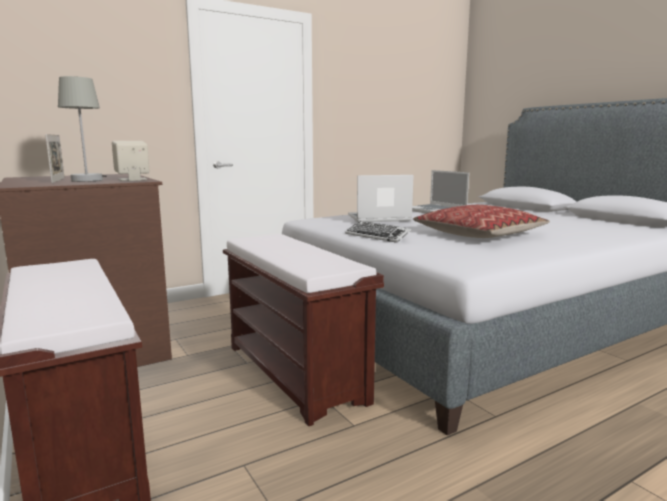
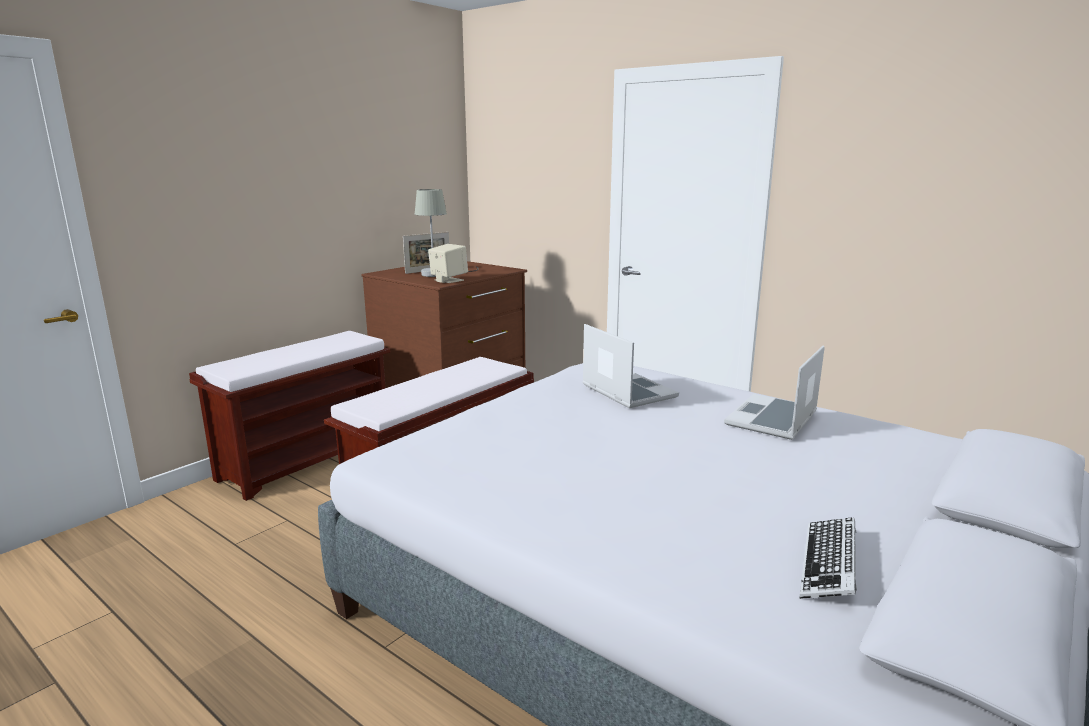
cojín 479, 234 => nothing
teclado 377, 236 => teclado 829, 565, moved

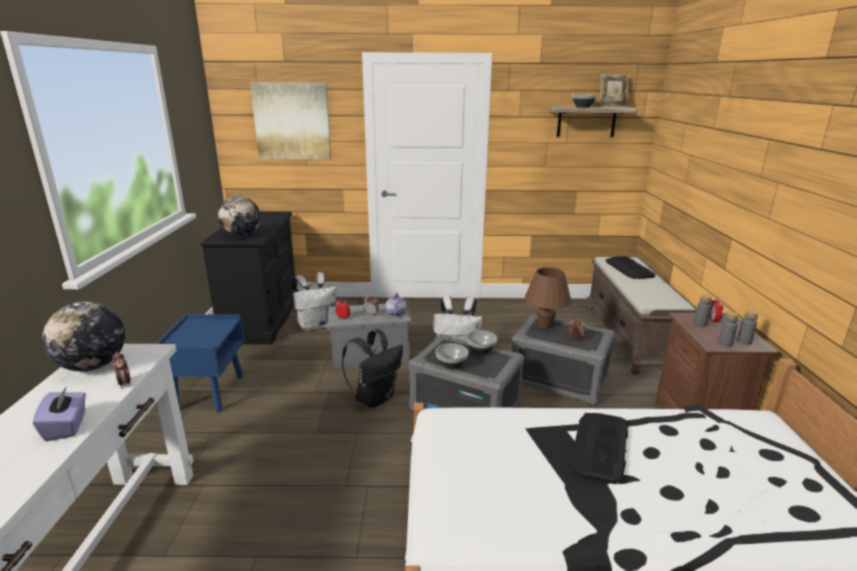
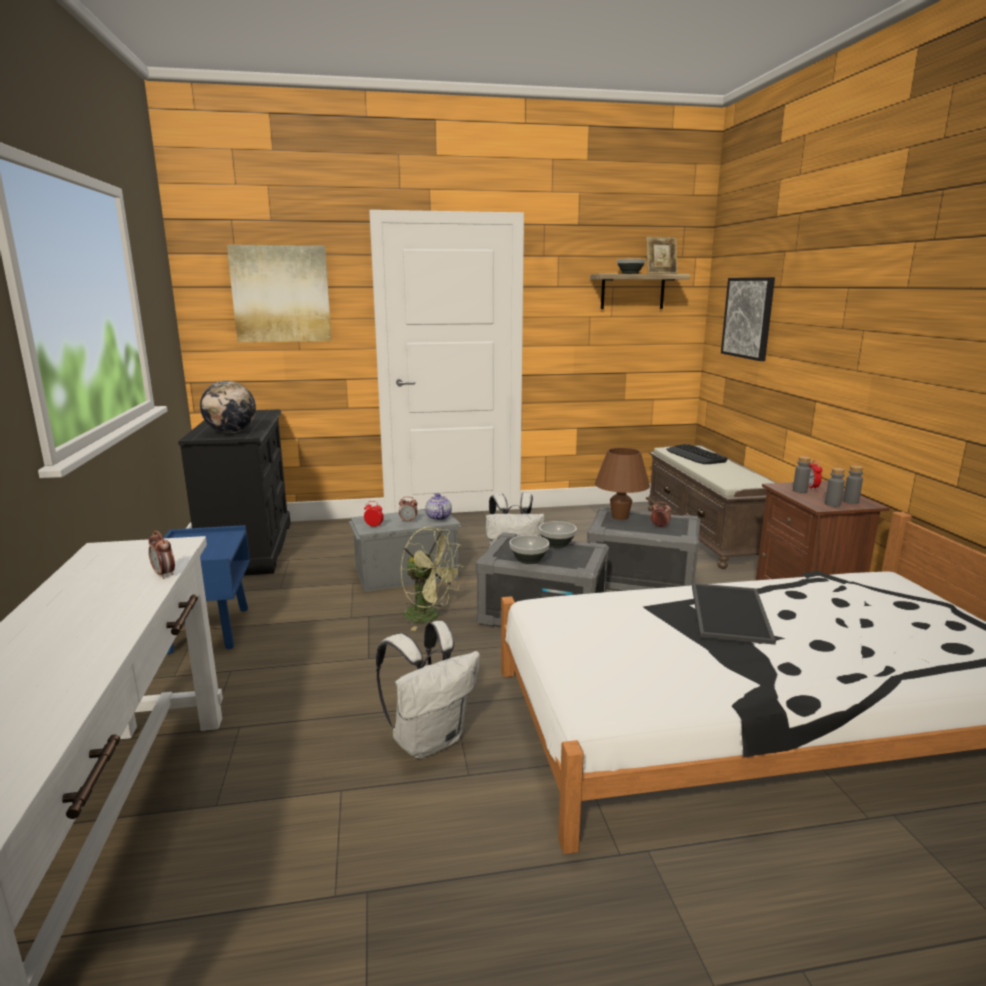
mochila [blanco] 315, 325 => mochila [blanco] 429, 739, moved
globo terráqueo 93, 366 => nothing
mochila [negro] 375, 398 => ventilador [verde] 429, 616
caja de pañuelos [morado] 66, 426 => nothing
teclado 600, 446 => bandeja 732, 613
nothing => cuadro 748, 318

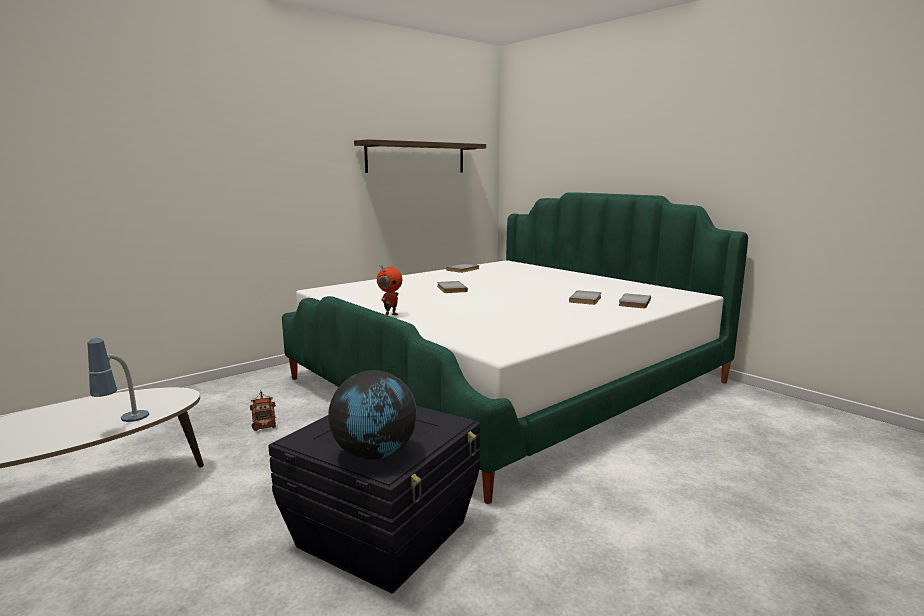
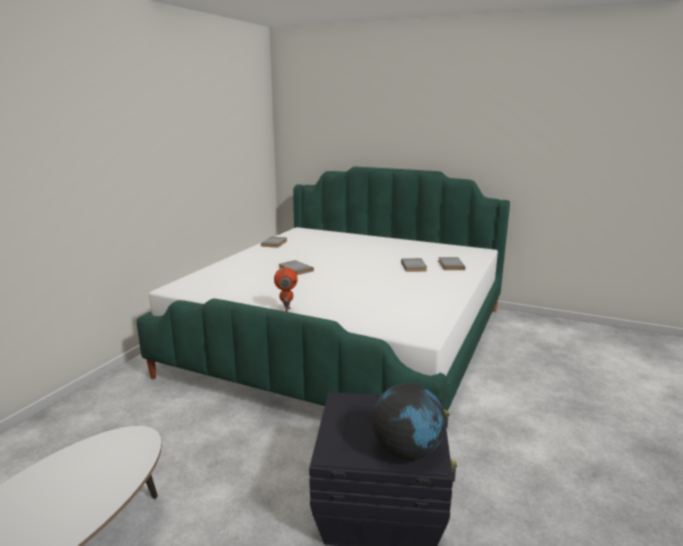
estante 416, 157 => nothing
lámpara de mesa 123, 424 => nothing
camión de juguete 264, 420 => nothing

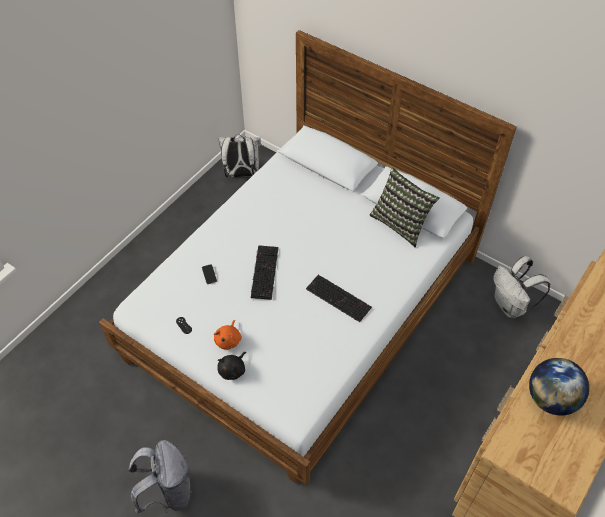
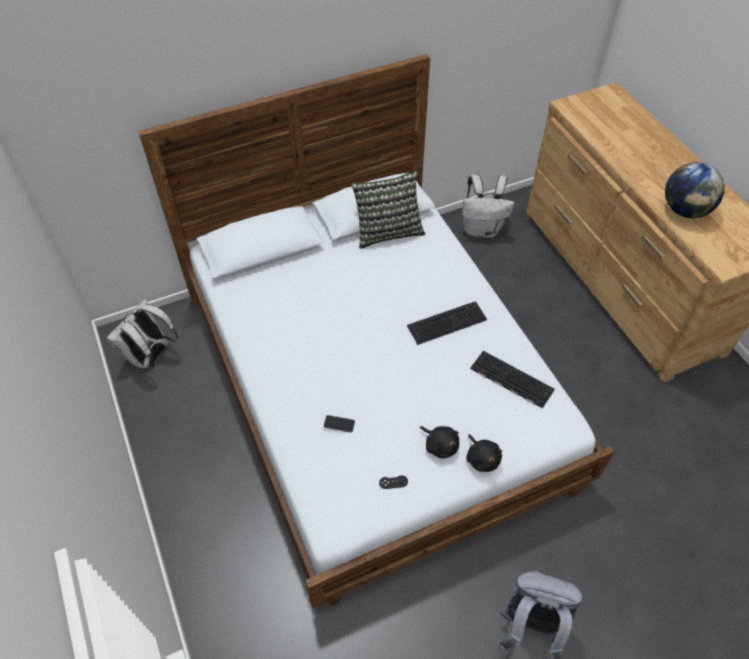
teclado 264, 271 => teclado 510, 379, moved
peluche [naranja] 228, 340 => peluche [negro] 440, 445

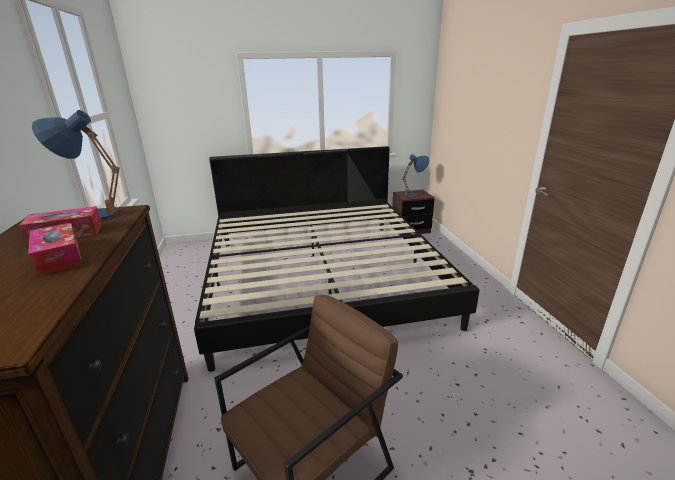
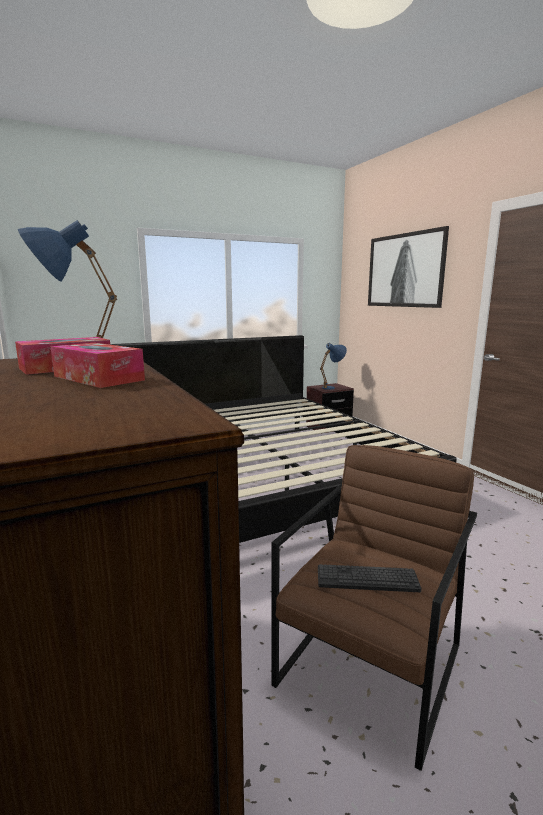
nothing => cuadro 404, 270
nothing => teclado 367, 579

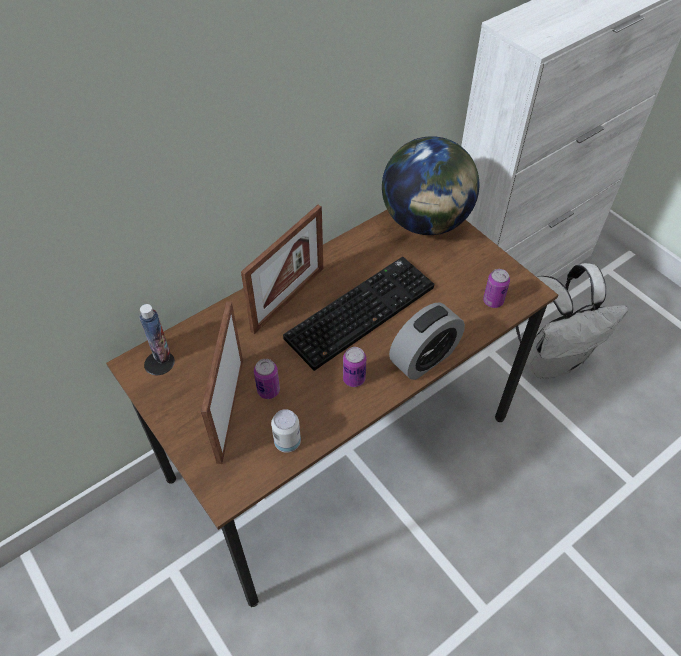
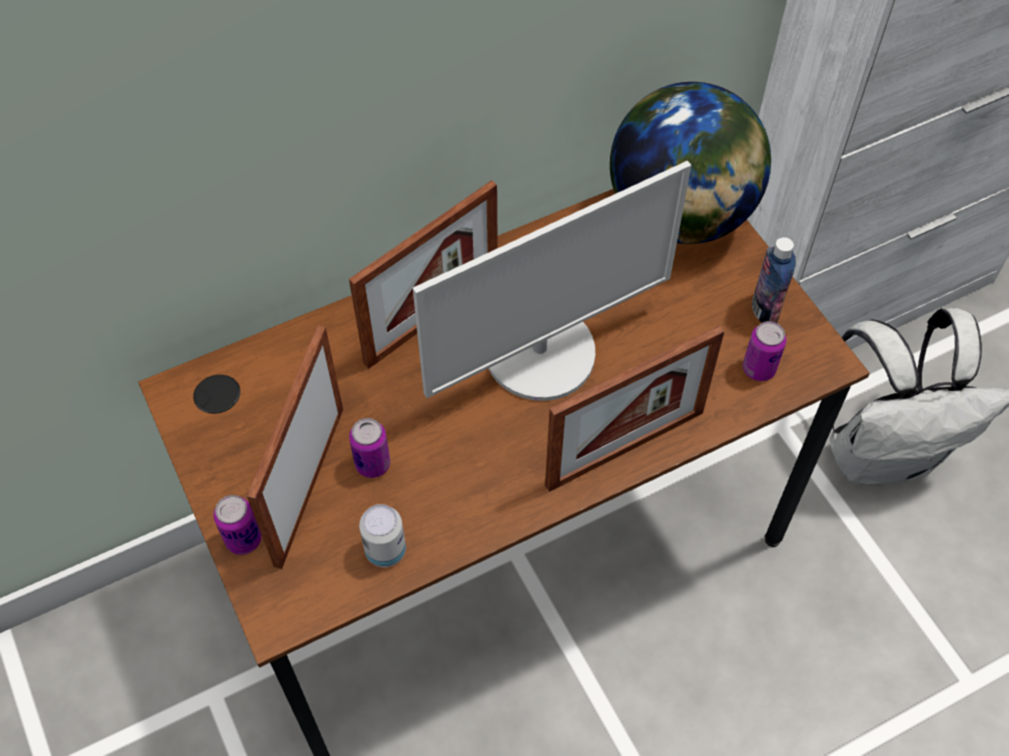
teclado 360, 310 => monitor 541, 353
despertador 424, 358 => portarretratos 625, 449
botella 161, 352 => botella 765, 310, moved
lata 354, 379 => lata 243, 539, moved

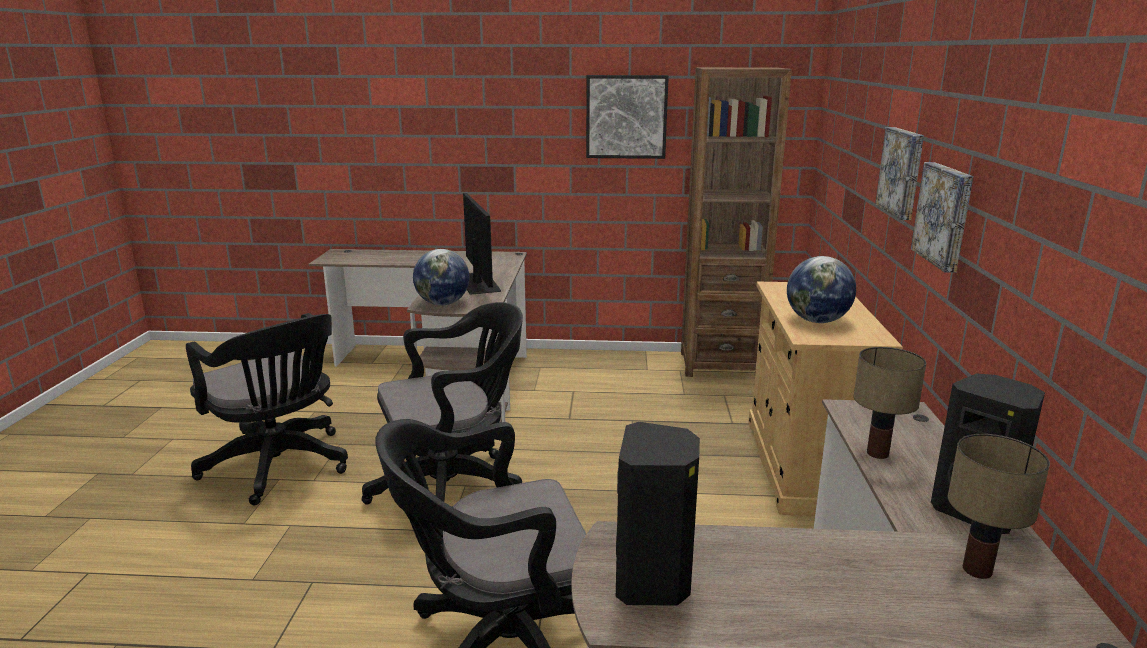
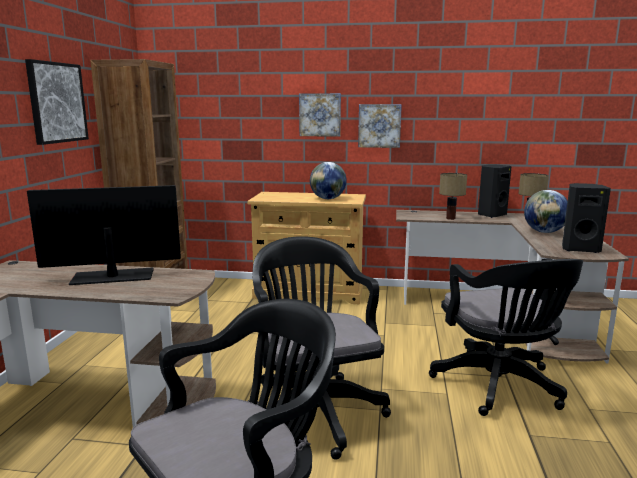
globo terráqueo 442, 304 => globo terráqueo 544, 232, moved

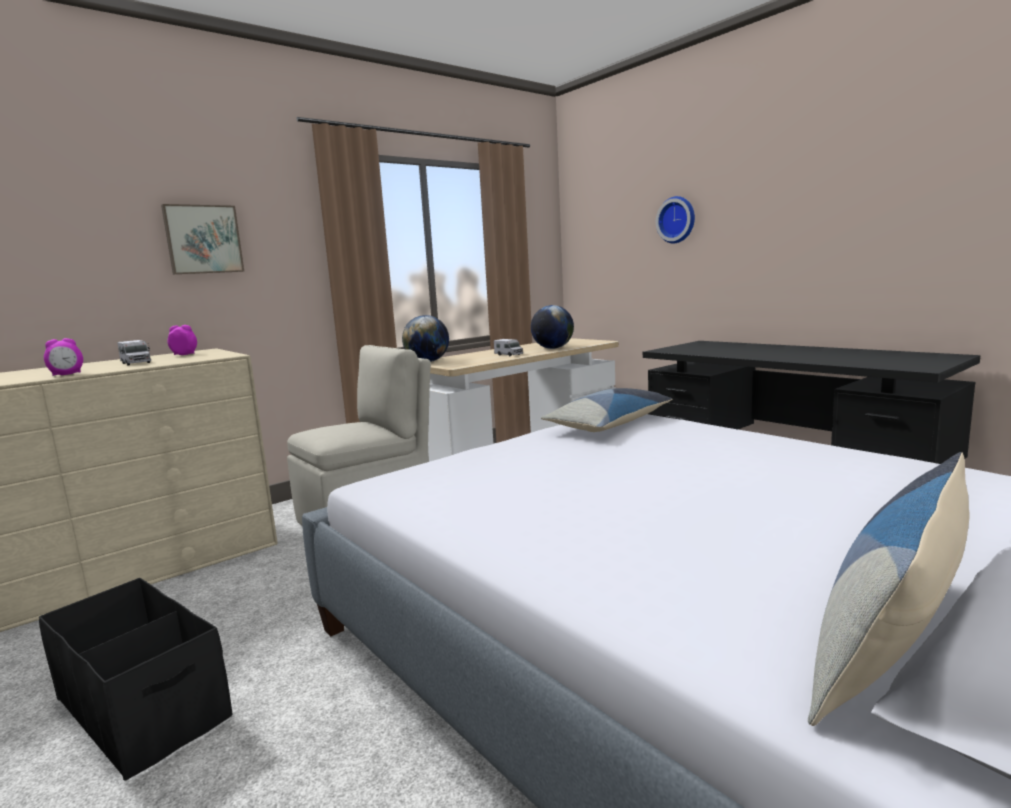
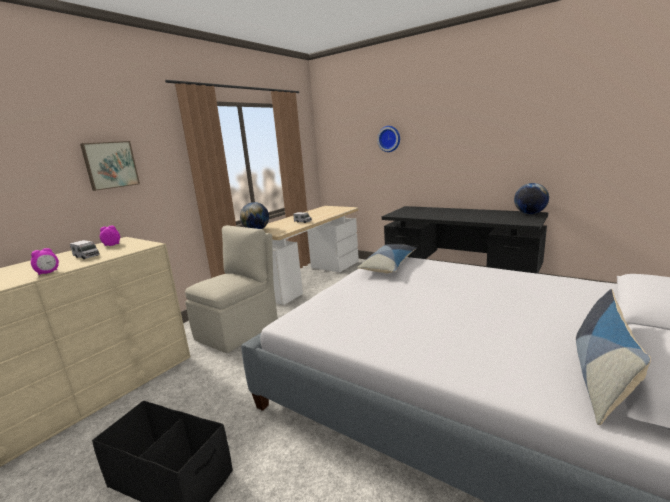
globo terráqueo 553, 348 => globo terráqueo 530, 213, moved

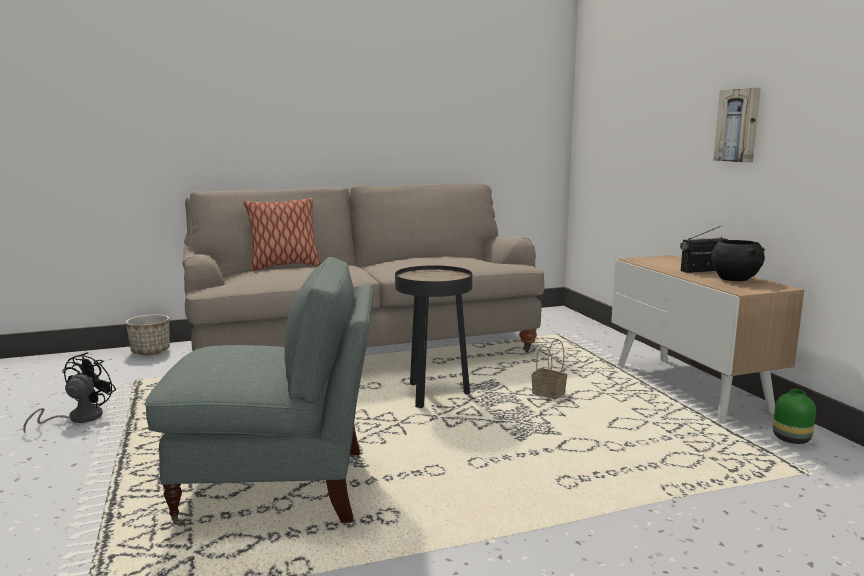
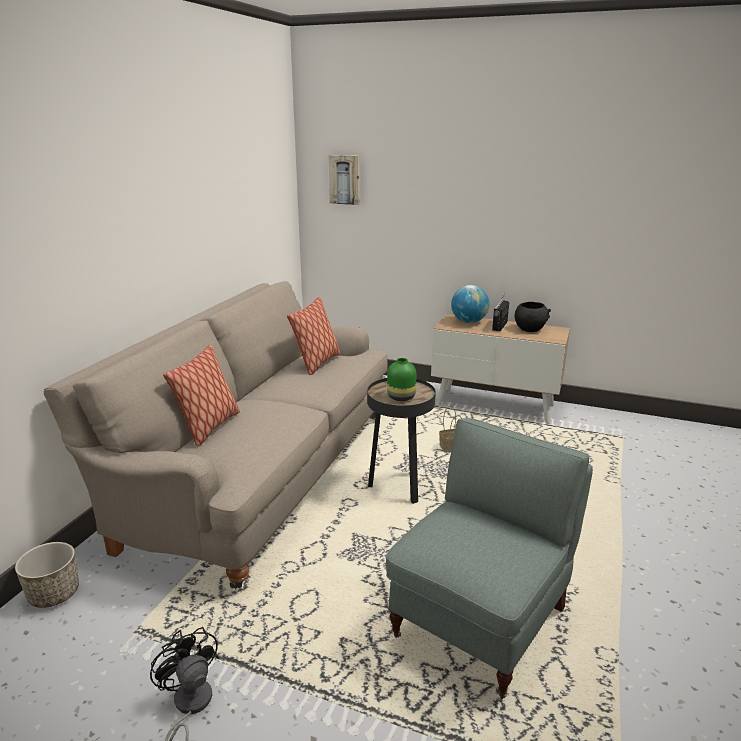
cuadro 738, 125 => cuadro 345, 179, moved
florero [verde] 792, 439 => florero [verde] 402, 397, moved
nothing => globo terráqueo 468, 322
nothing => cojín 317, 363

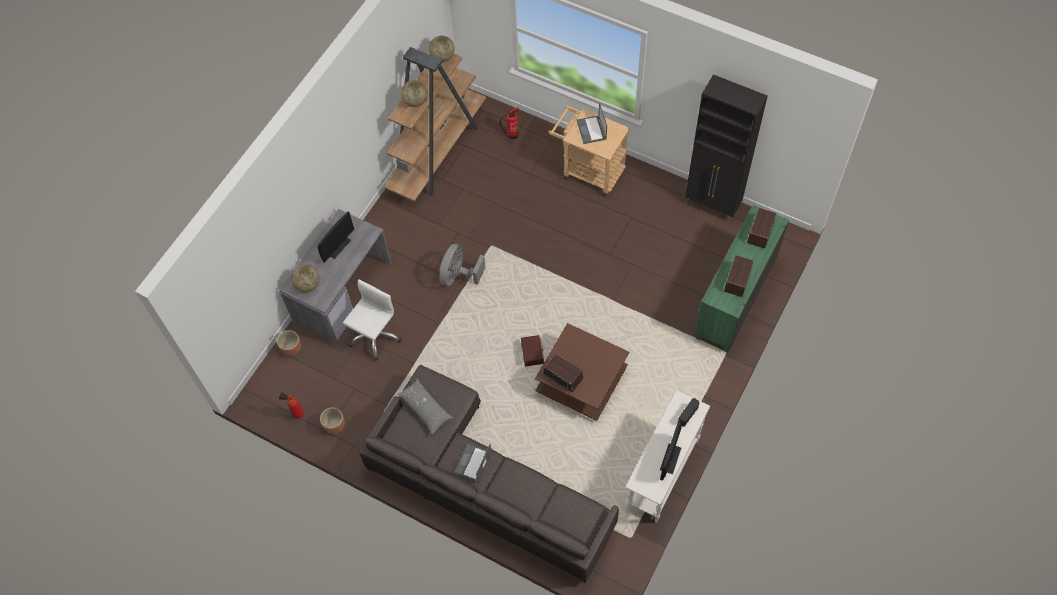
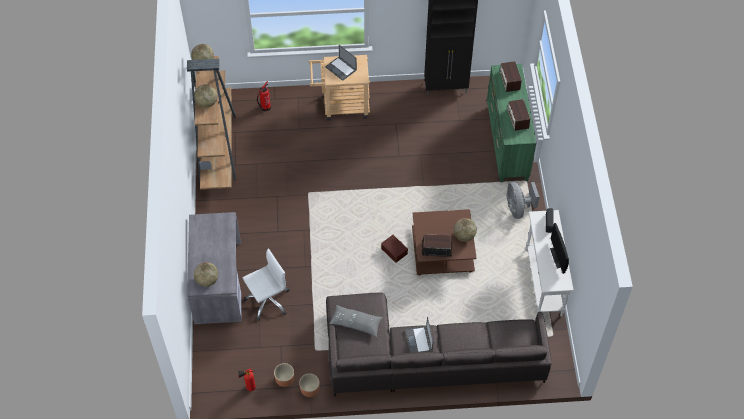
monitor 338, 246 => nothing
ventilador [gris] 458, 276 => ventilador [gris] 518, 208, moved
silla de oficina [blanco] 375, 336 => silla de oficina [blanco] 267, 300, 60 degrees clockwise
maceta [marrón] 291, 348 => maceta [marrón] 310, 390, moved
nothing => globo terráqueo 464, 236

